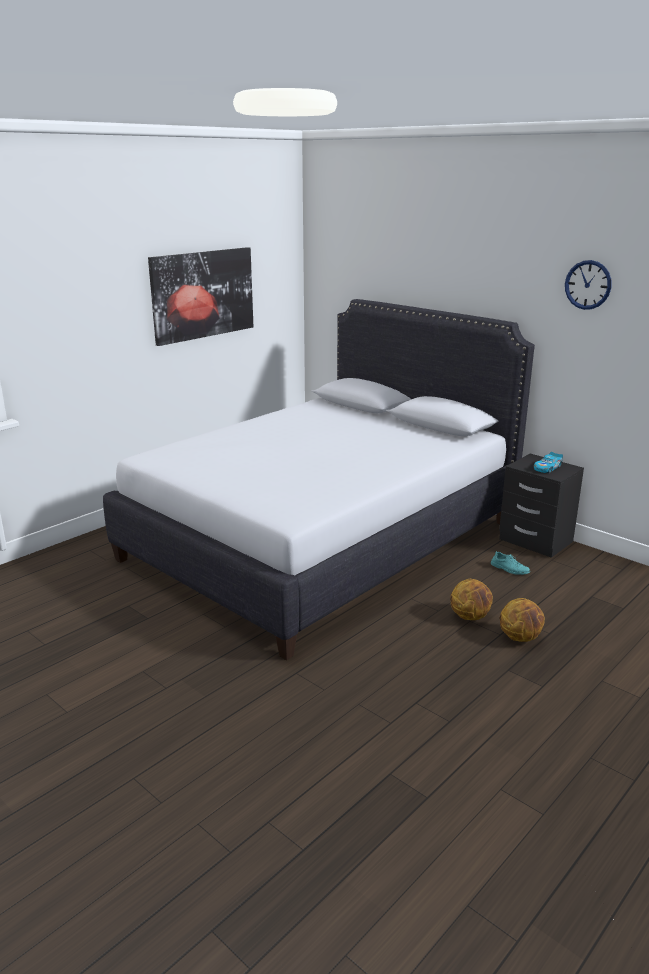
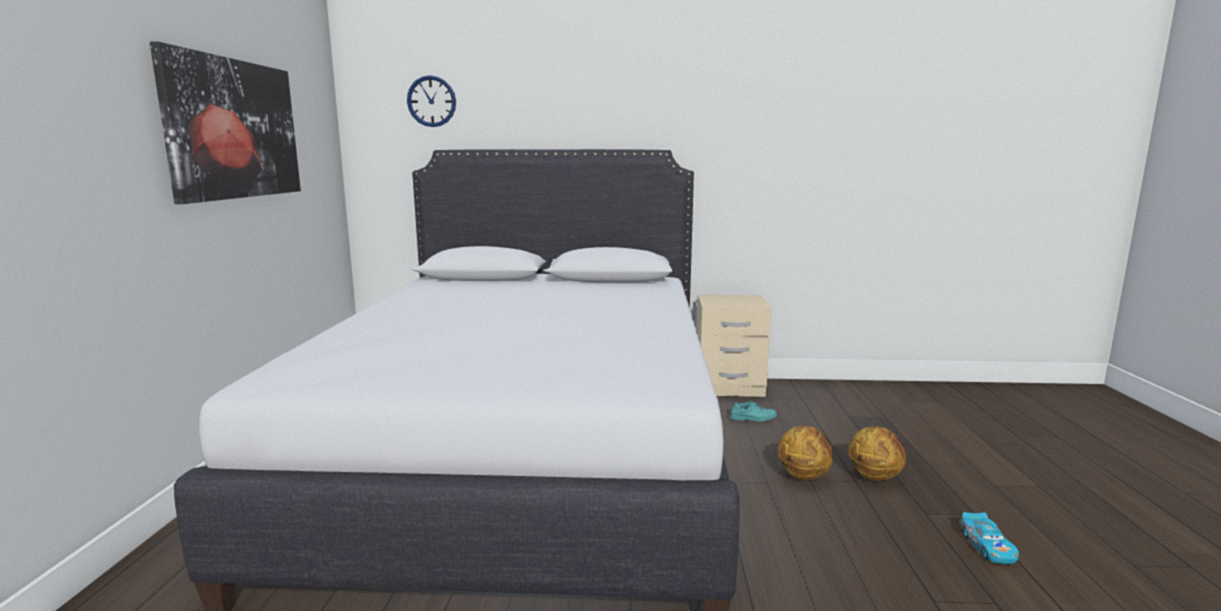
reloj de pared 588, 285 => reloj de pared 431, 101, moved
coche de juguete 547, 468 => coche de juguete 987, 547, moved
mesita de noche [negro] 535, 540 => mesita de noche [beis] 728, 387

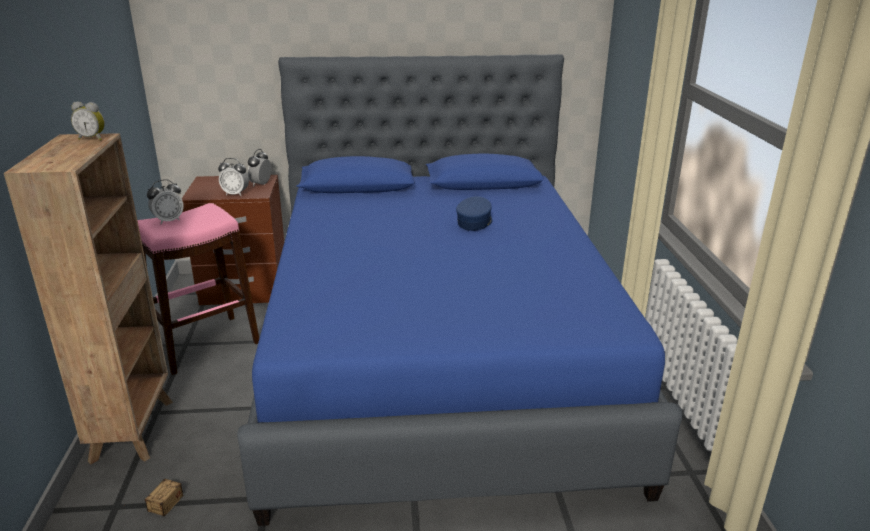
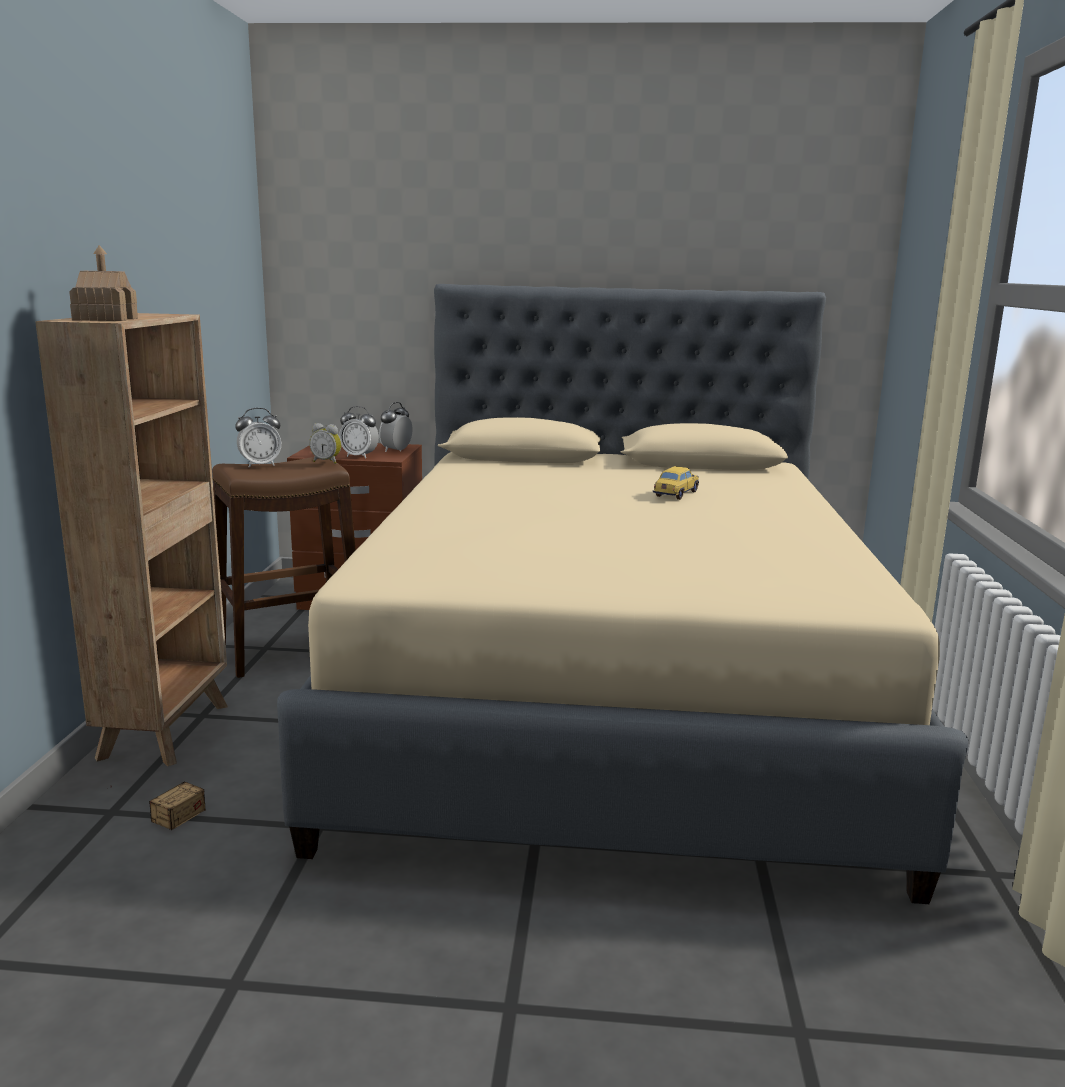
cama [azul] 438, 360 => cama [beis] 610, 696
despertador 93, 138 => despertador 327, 462, moved
gorra [azul] 474, 222 => coche de juguete 675, 494
taburete [rosa] 205, 344 => taburete [marrón] 291, 649
nothing => casita 105, 319

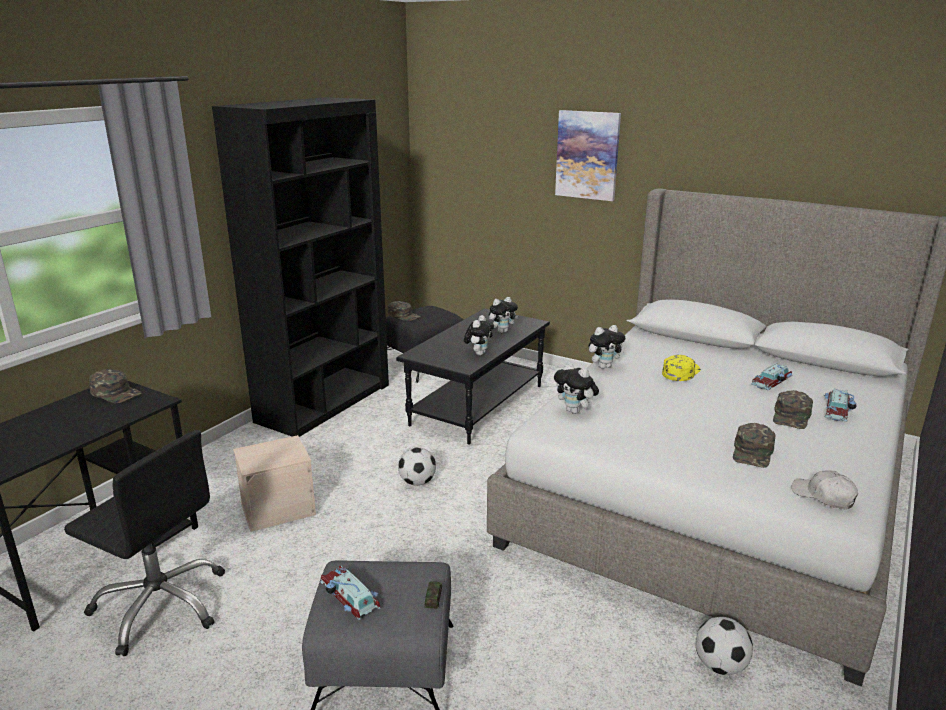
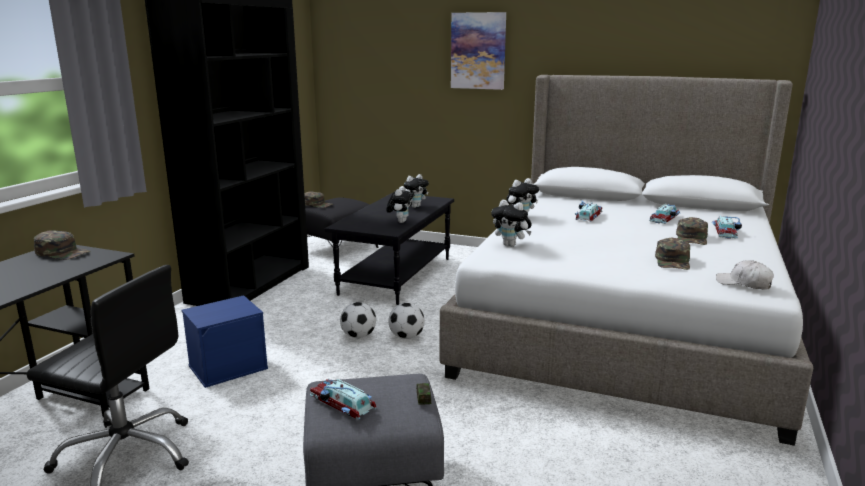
gorra [amarillo] 680, 372 => coche de juguete 587, 216
caja de almacenaje [beis] 279, 508 => caja de almacenaje [azul] 228, 366
balón de fútbol 720, 665 => balón de fútbol 406, 337, moved

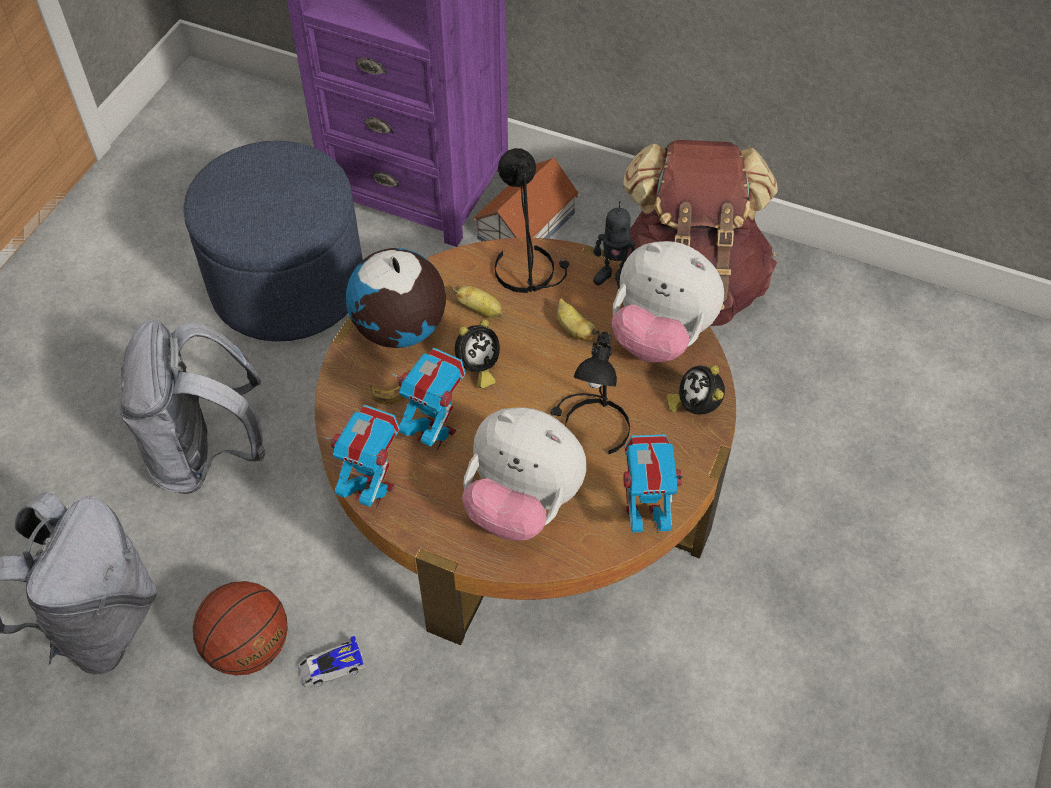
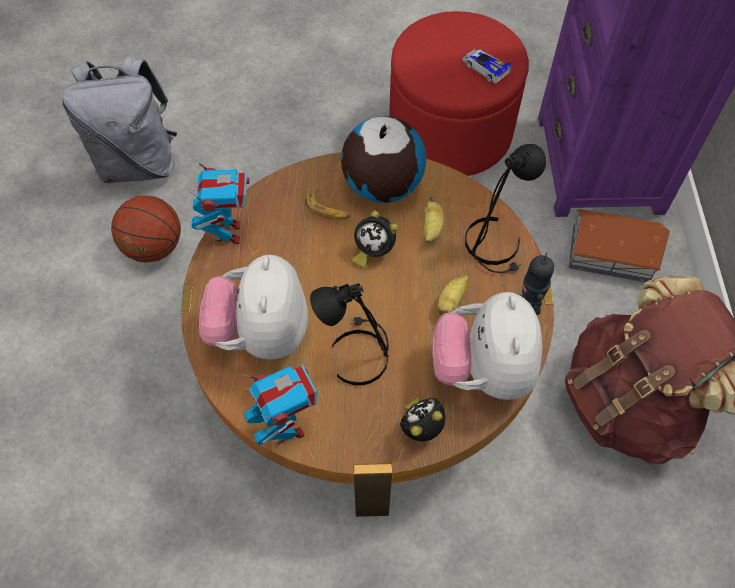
puf [azul] 288, 284 => puf [rojo] 450, 132
mochila [gris] 206, 454 => nothing
robot de juguete 435, 434 => nothing
coche de juguete 331, 666 => coche de juguete 485, 67, moved

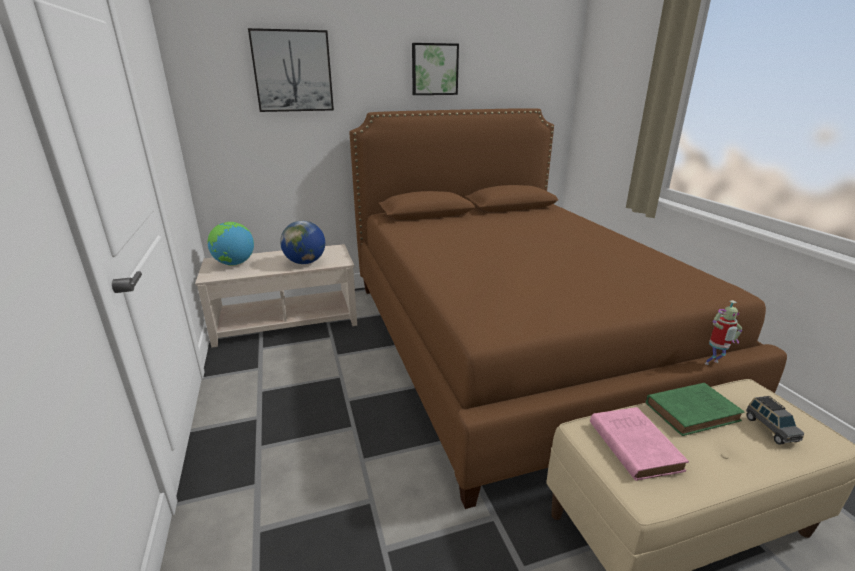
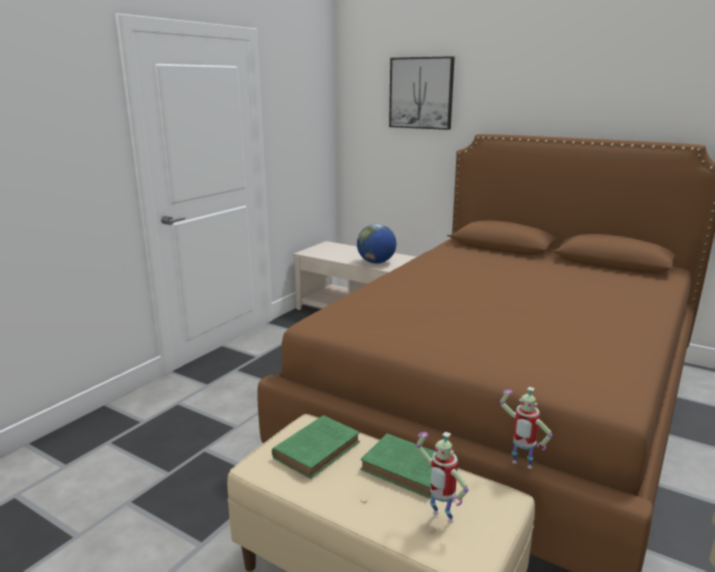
cuadro 434, 69 => nothing
globo terráqueo 234, 264 => nothing
coche de juguete [gris] 770, 429 => robot de juguete 440, 518
libro [rosa] 633, 444 => libro [verde] 318, 449

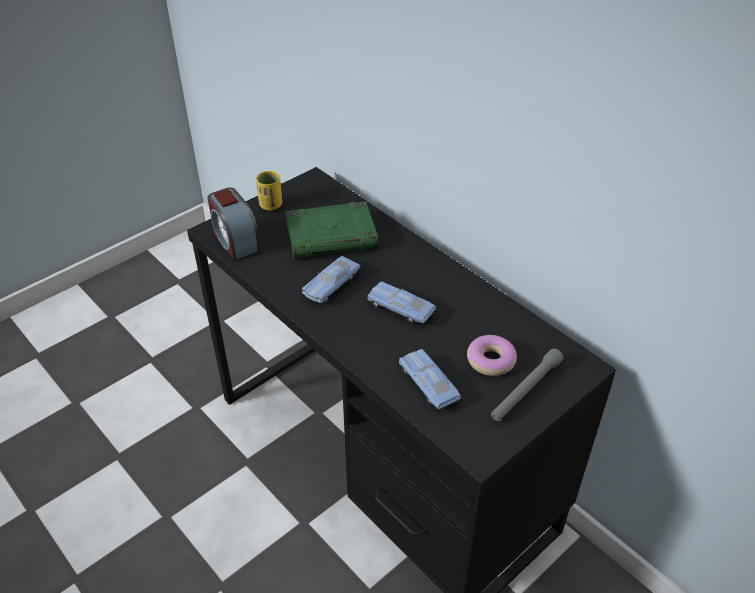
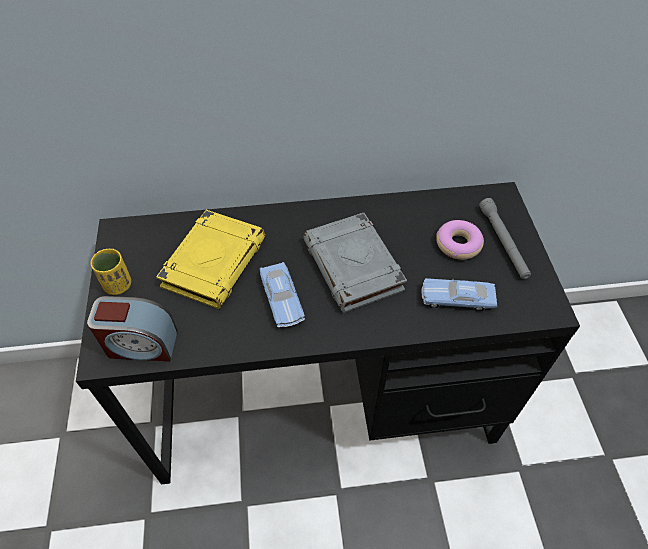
libro [verde] 332, 236 => libro [amarillo] 214, 262
coche de juguete [azul] 400, 308 => libro [gris] 354, 267

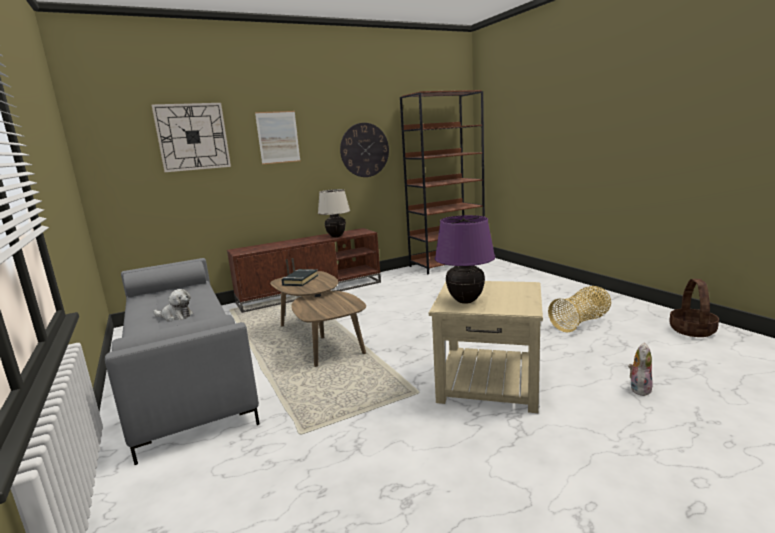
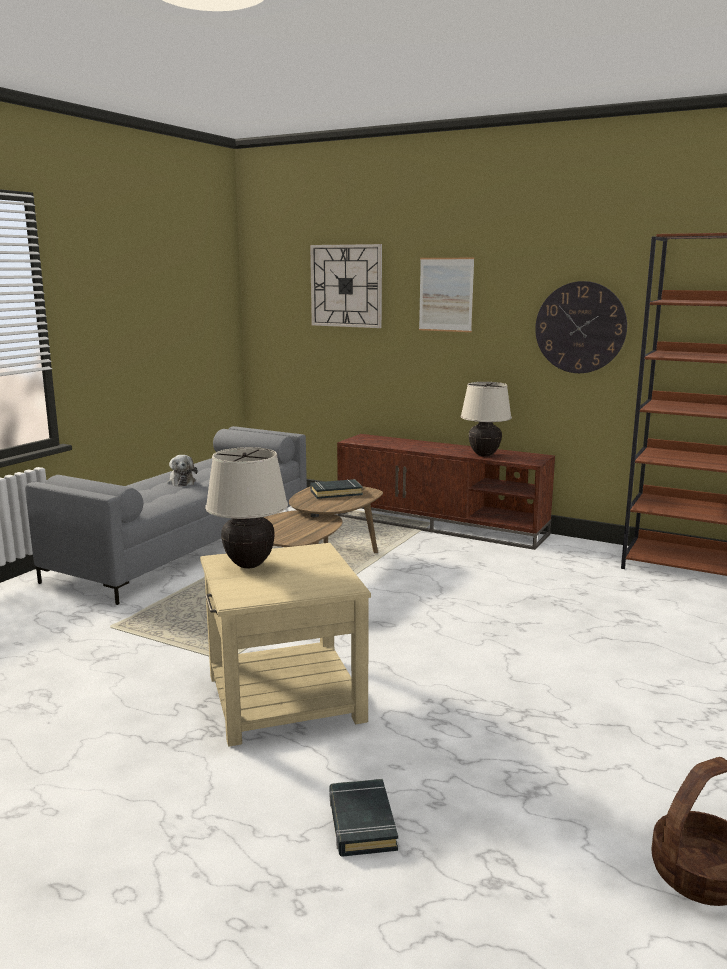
lámpara de mesa [morado] 465, 301 => lámpara de mesa [beis] 248, 565
cesta 581, 322 => nothing
peluche 639, 388 => libro [negro] 361, 823

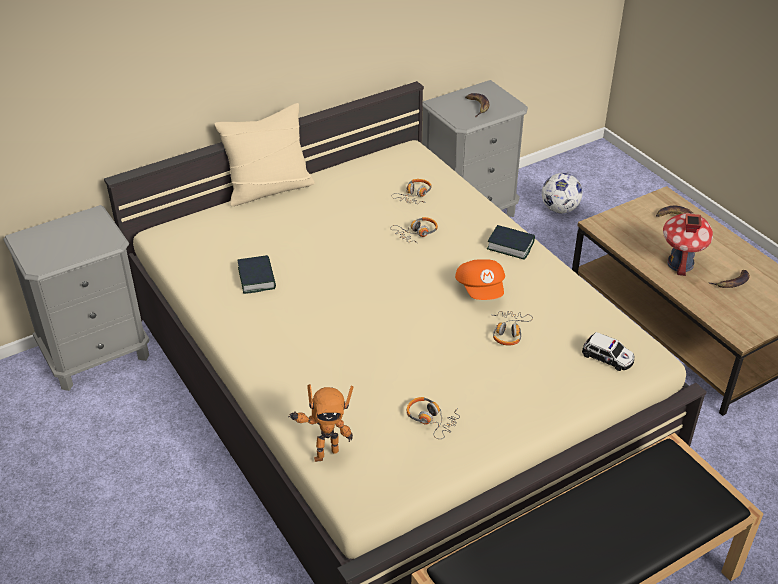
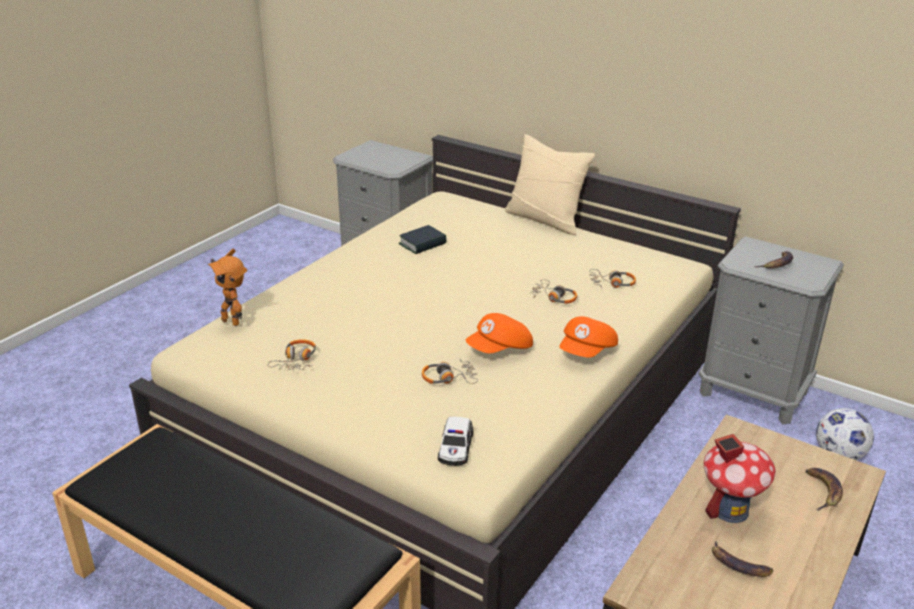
libro 510, 246 => gorra [naranja] 587, 352

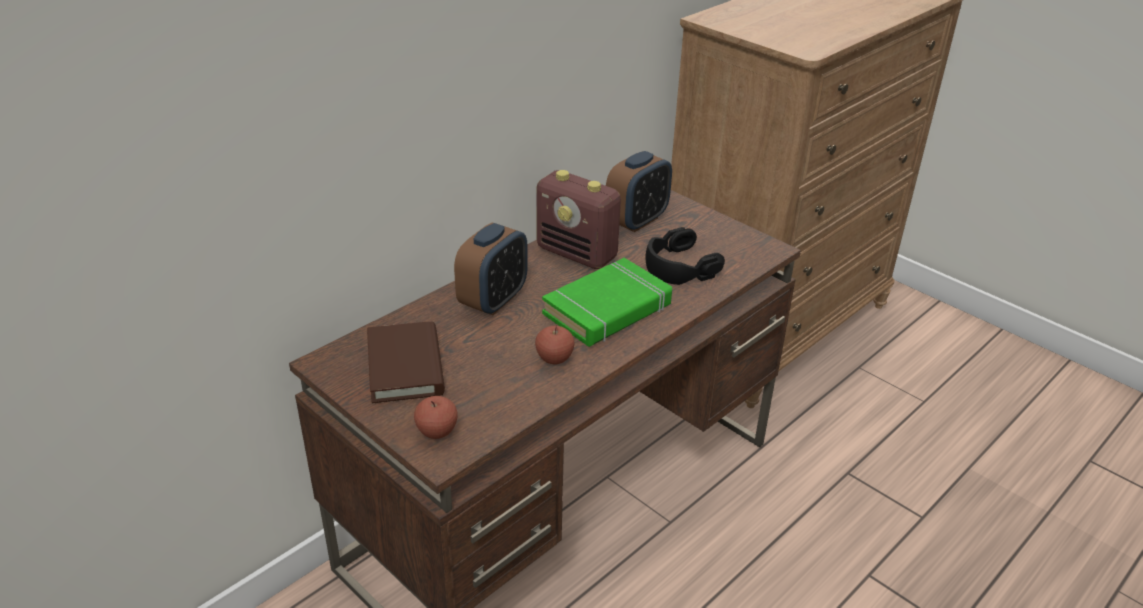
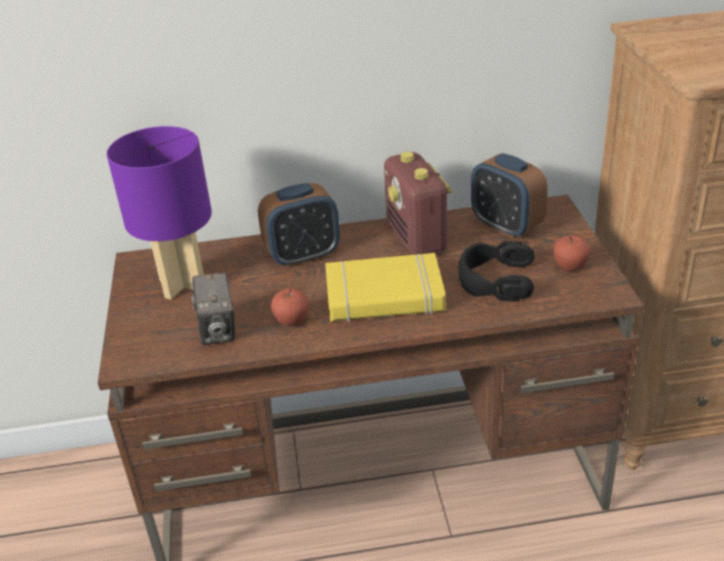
despertador 636, 221 => despertador 506, 226, 60 degrees clockwise
libro [verde] 608, 310 => libro [amarillo] 384, 296
libro [marrón] 405, 367 => lámpara de mesa [morado] 181, 284
manzana 437, 432 => manzana 570, 266, moved
nothing => cámara 218, 331

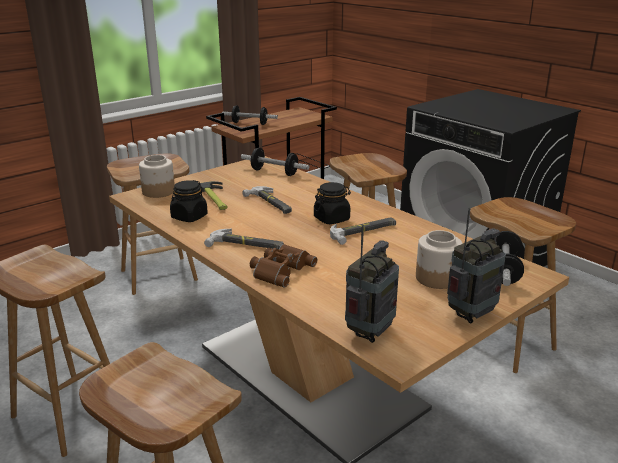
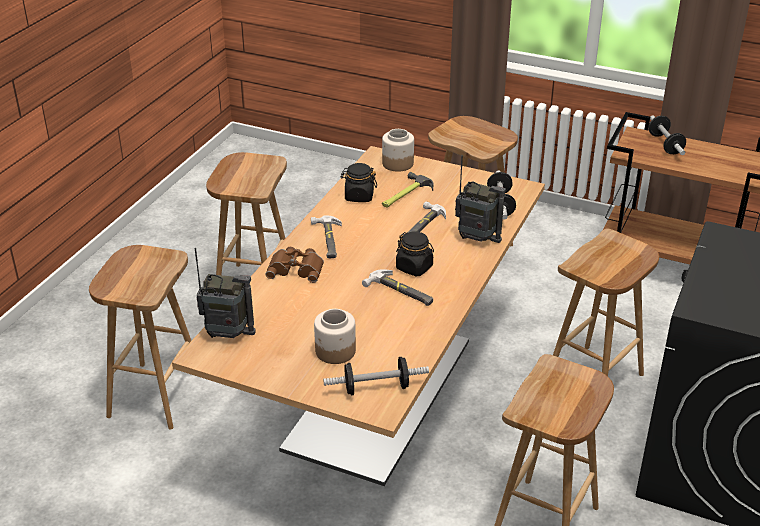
radio 471, 315 => radio 476, 238, moved

